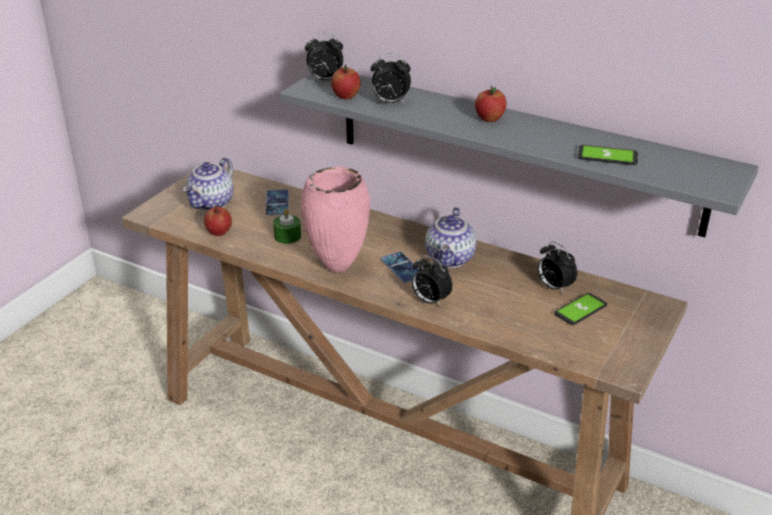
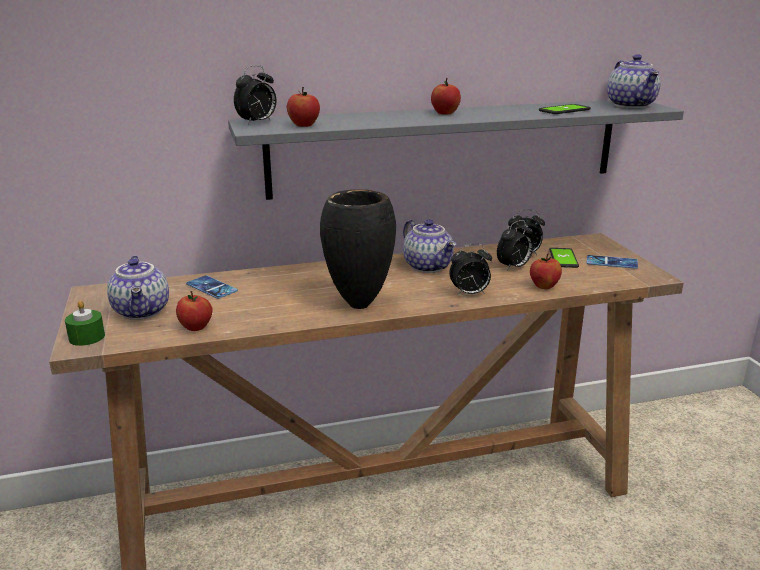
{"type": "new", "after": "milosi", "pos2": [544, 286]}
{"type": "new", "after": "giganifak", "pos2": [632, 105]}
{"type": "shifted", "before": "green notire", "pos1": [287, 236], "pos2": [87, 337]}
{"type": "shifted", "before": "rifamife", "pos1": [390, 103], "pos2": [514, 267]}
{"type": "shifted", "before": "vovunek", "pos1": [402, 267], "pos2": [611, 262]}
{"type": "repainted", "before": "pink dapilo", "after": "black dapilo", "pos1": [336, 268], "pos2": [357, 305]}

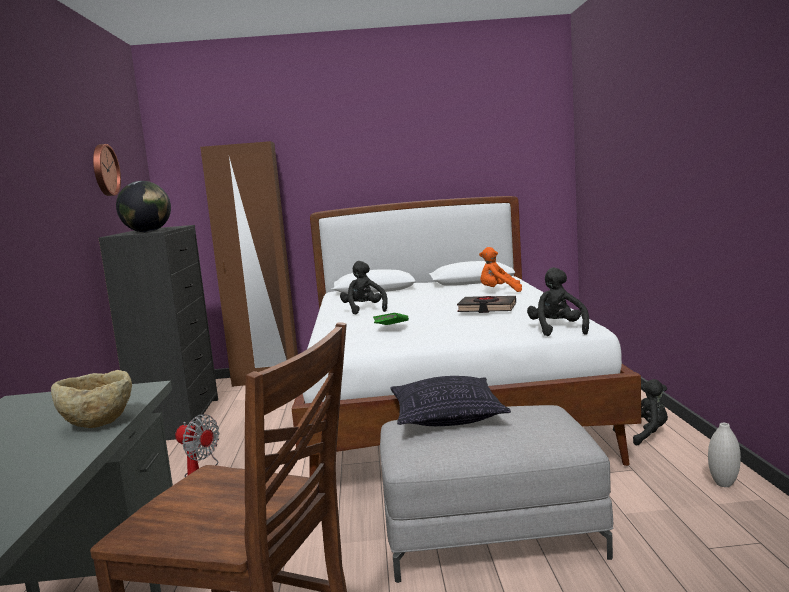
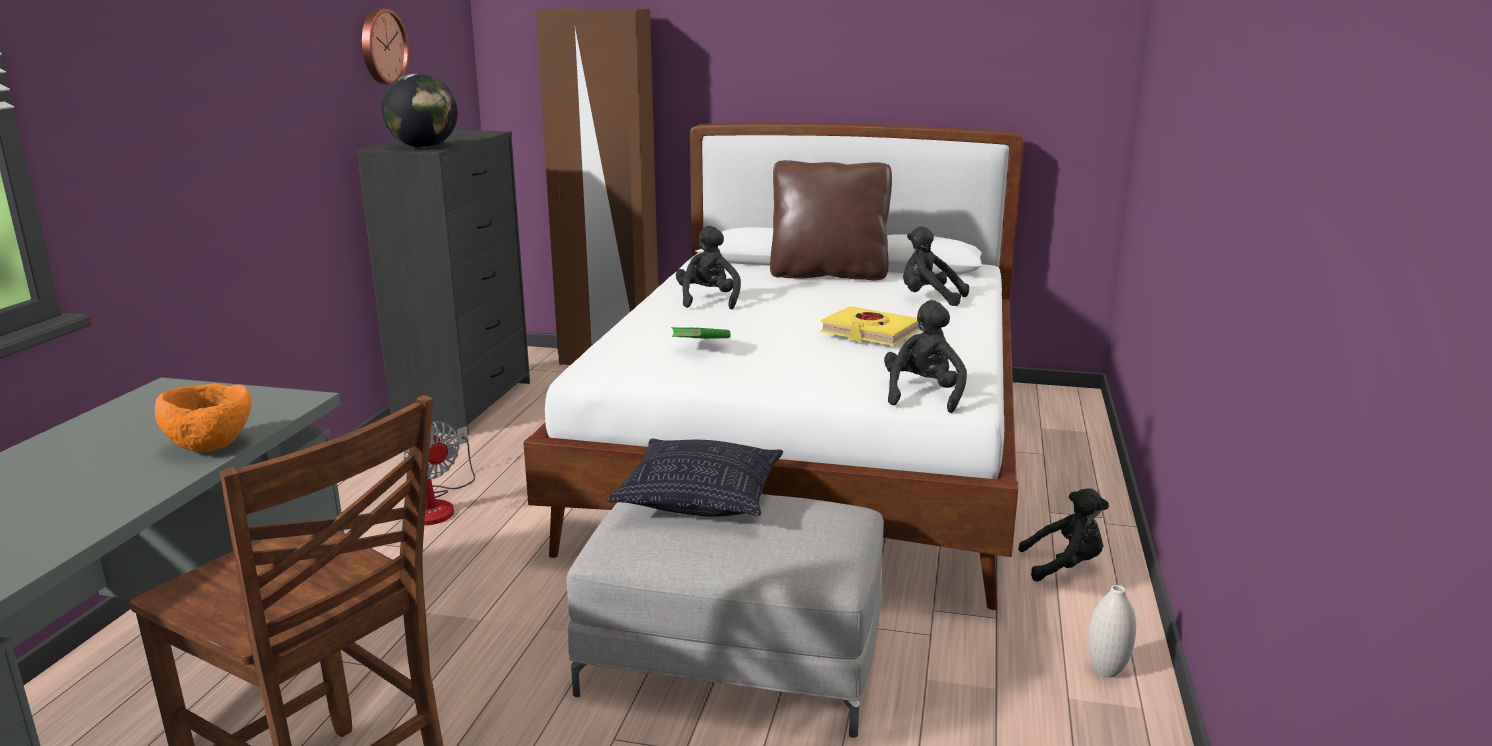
{"type": "new", "after": "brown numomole", "pos2": [828, 274]}
{"type": "repainted", "before": "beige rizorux", "after": "orange rizorux", "pos1": [98, 423], "pos2": [212, 446]}
{"type": "repainted", "before": "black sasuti", "after": "yellow sasuti", "pos1": [487, 308], "pos2": [870, 332]}
{"type": "repainted", "before": "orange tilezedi", "after": "black tilezedi", "pos1": [499, 292], "pos2": [929, 299]}

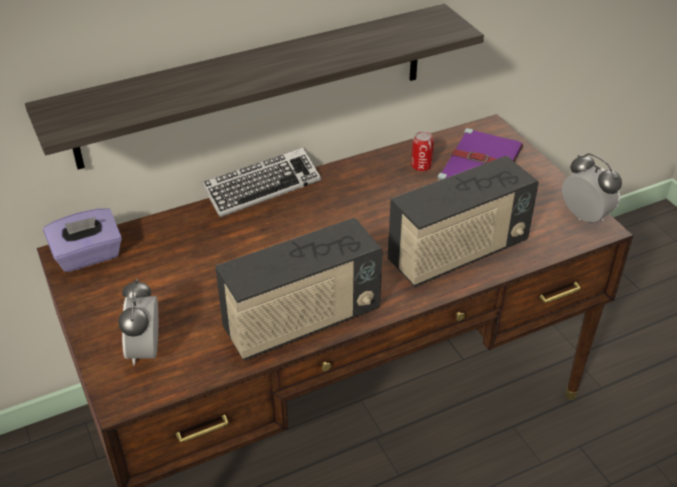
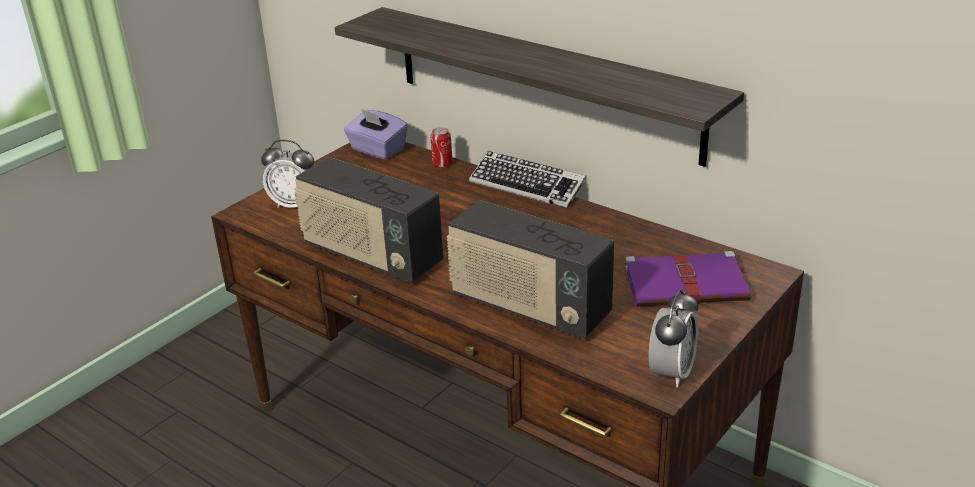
{"type": "shifted", "before": "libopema", "pos1": [421, 166], "pos2": [442, 164]}
{"type": "rotated", "before": "rifamife", "pos1": [146, 350], "pos2": [295, 204], "turn": -135}

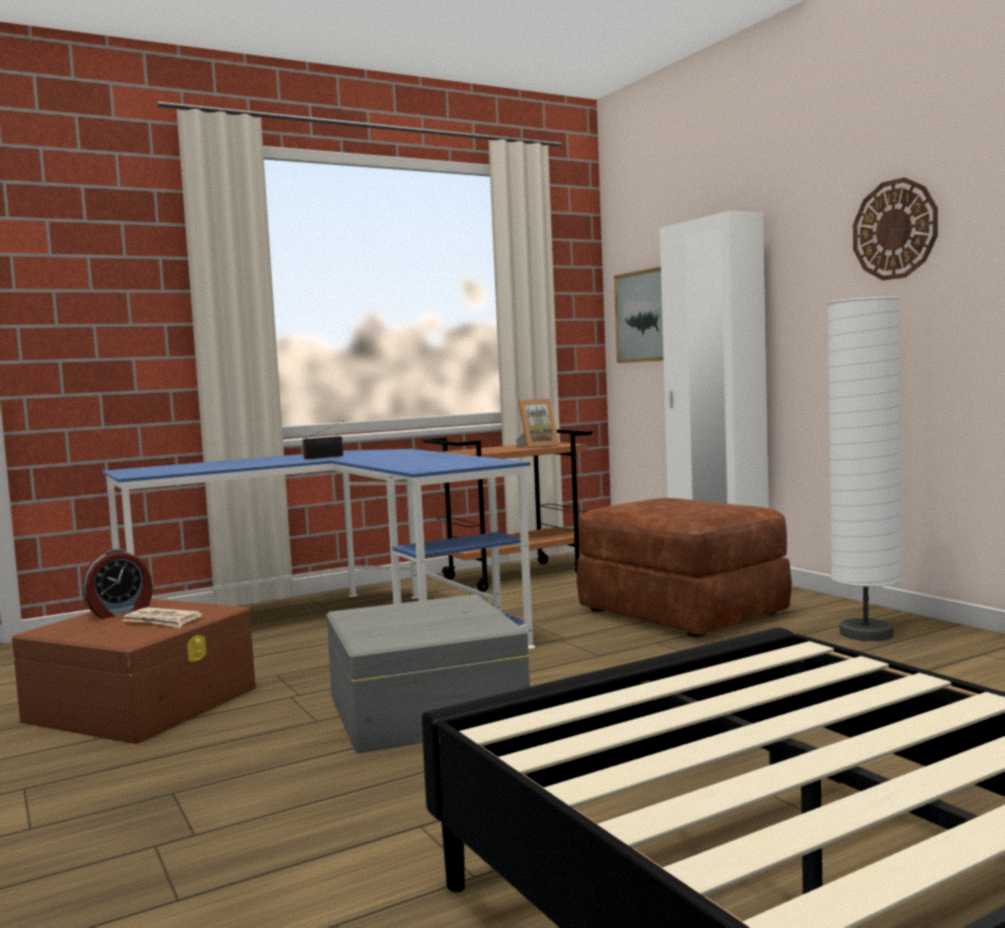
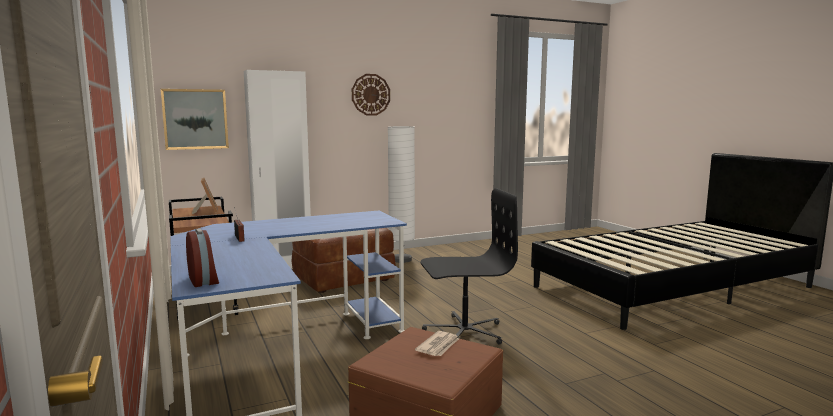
{"type": "shifted", "before": "rifamife", "pos1": [120, 612], "pos2": [204, 280]}
{"type": "swapped", "before": "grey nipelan", "after": "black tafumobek", "pos1": [424, 709], "pos2": [464, 332]}

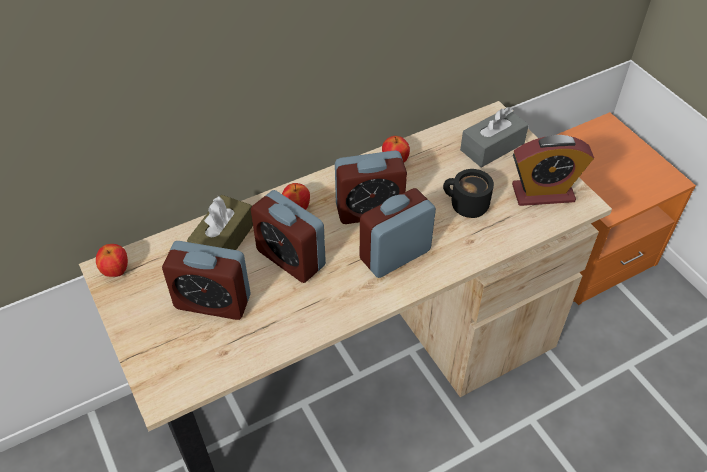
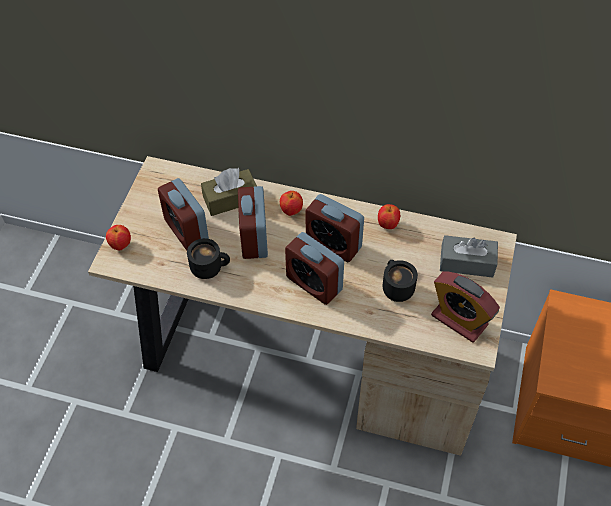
{"type": "new", "after": "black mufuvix", "pos2": [209, 267]}
{"type": "shifted", "before": "milosi", "pos1": [116, 271], "pos2": [121, 245]}
{"type": "rotated", "before": "rifamife", "pos1": [395, 255], "pos2": [314, 284], "turn": -150}

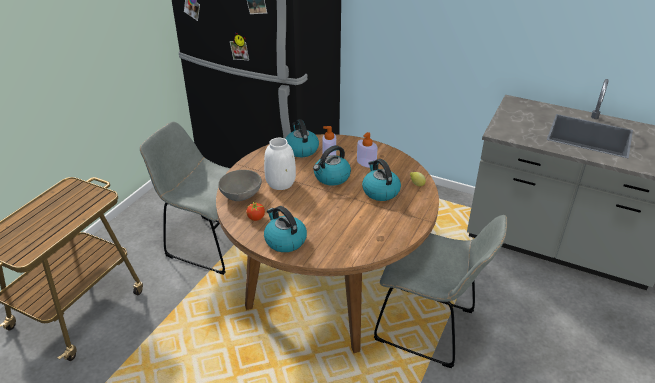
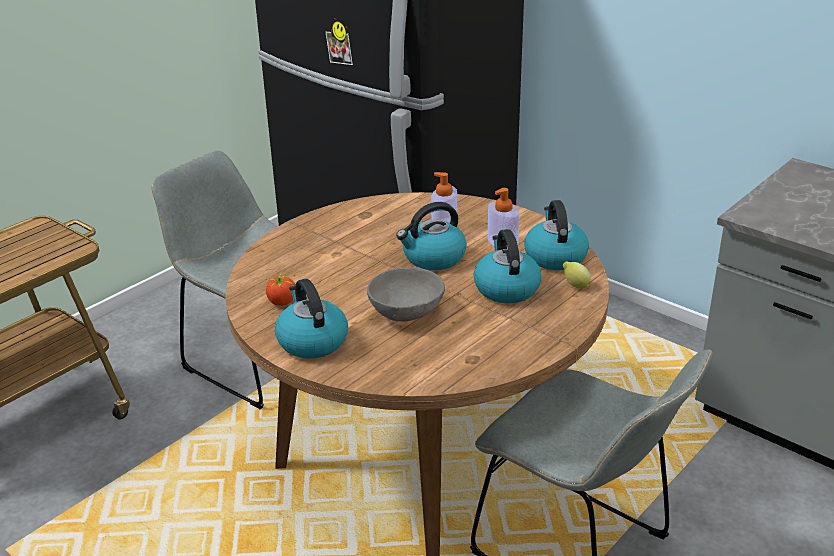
{"type": "gone", "before": "white dapilo", "pos1": [280, 183]}
{"type": "shifted", "before": "grey rizorux", "pos1": [241, 195], "pos2": [407, 313]}
{"type": "shifted", "before": "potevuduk", "pos1": [301, 149], "pos2": [554, 257]}

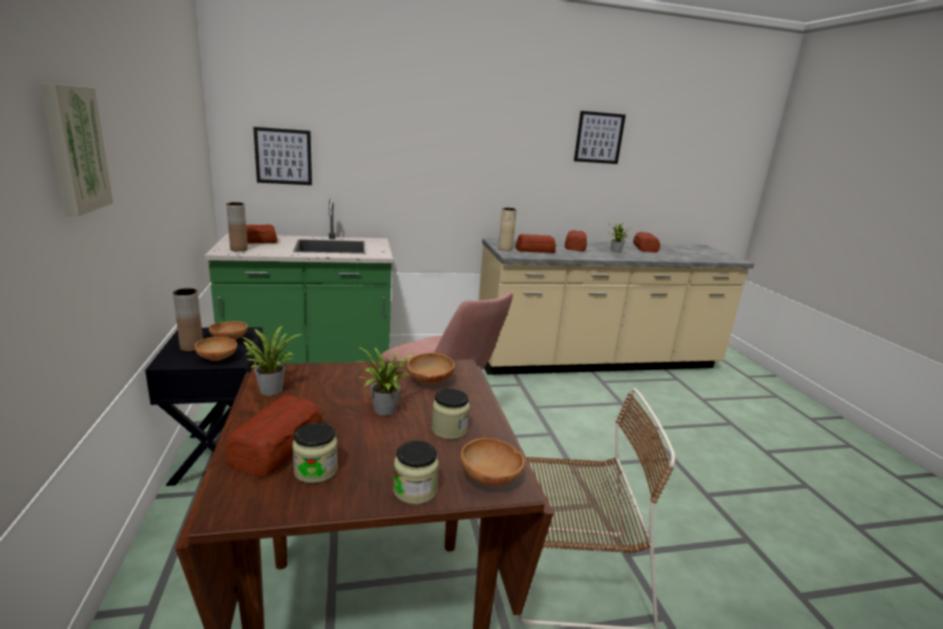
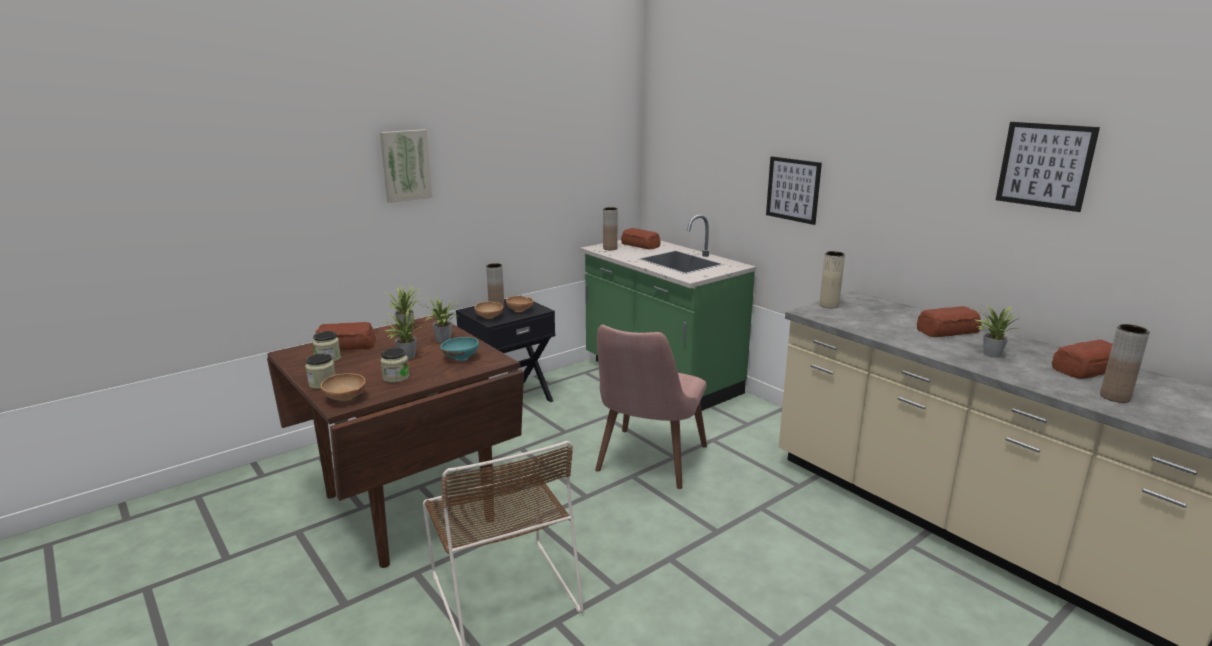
{"type": "gone", "before": "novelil", "pos1": [534, 250]}
{"type": "new", "after": "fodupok", "pos2": [442, 340]}
{"type": "new", "after": "brown dapilo", "pos2": [1115, 397]}
{"type": "shifted", "before": "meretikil", "pos1": [283, 156], "pos2": [793, 189]}
{"type": "repainted", "before": "brown rizorux", "after": "turquoise rizorux", "pos1": [429, 382], "pos2": [460, 358]}

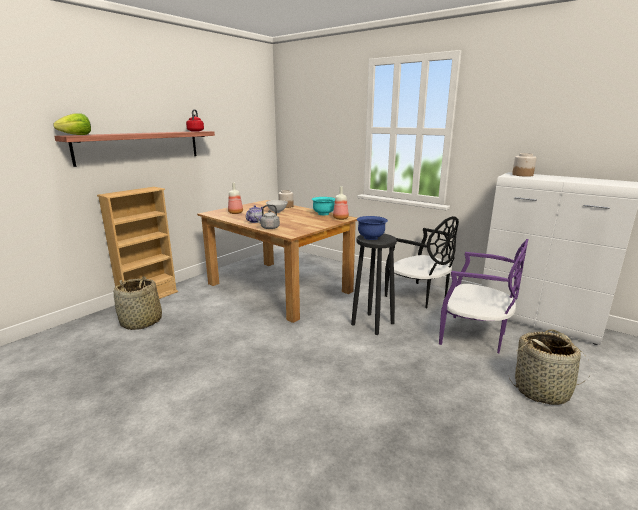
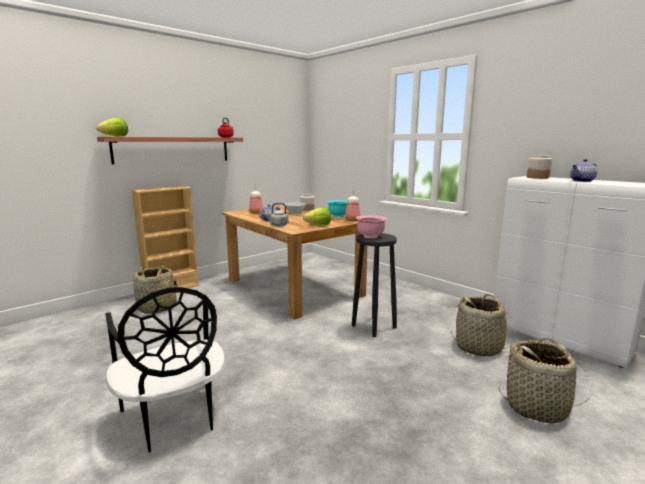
{"type": "new", "after": "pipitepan", "pos2": [318, 225]}
{"type": "new", "after": "giganifak", "pos2": [582, 181]}
{"type": "shifted", "before": "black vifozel", "pos1": [419, 296], "pos2": [174, 418]}
{"type": "swapped", "before": "purple vifozel", "after": "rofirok", "pos1": [474, 336], "pos2": [479, 347]}
{"type": "repainted", "before": "blue rizorux", "after": "pink rizorux", "pos1": [371, 238], "pos2": [370, 236]}

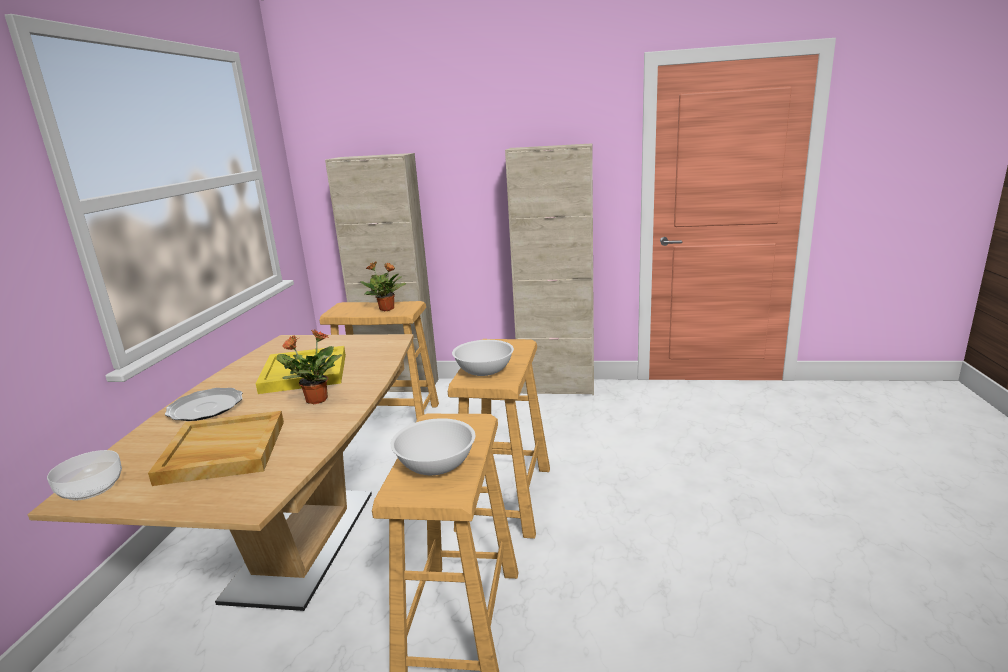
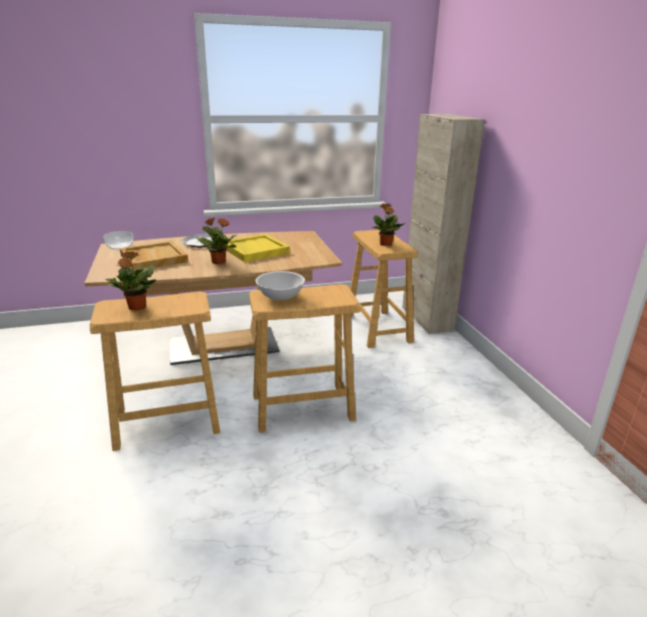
{"type": "gone", "before": "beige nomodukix", "pos1": [556, 387]}
{"type": "swapped", "before": "white rizorux", "after": "fodupok", "pos1": [435, 465], "pos2": [137, 307]}

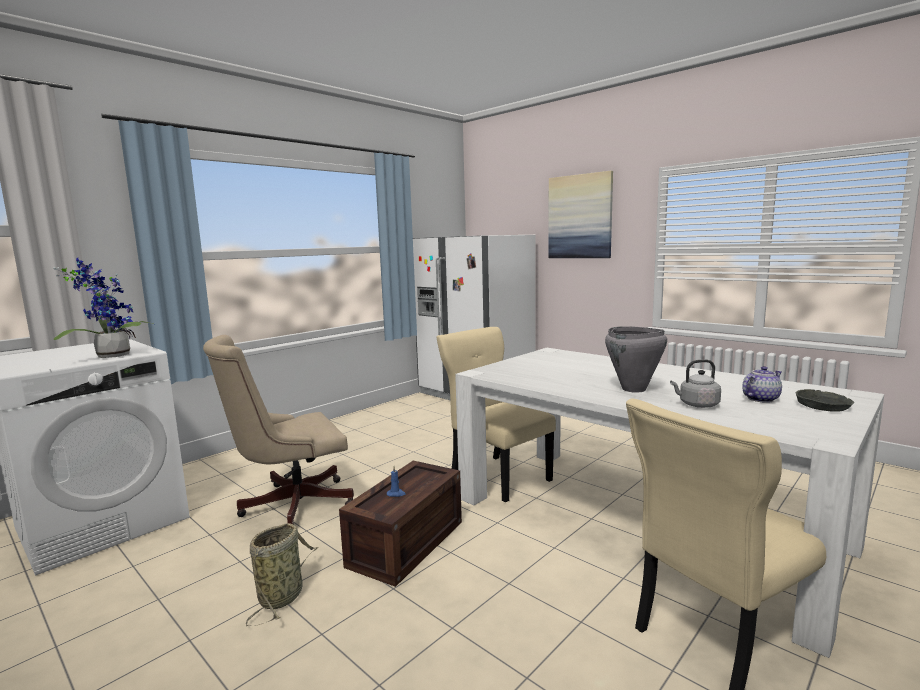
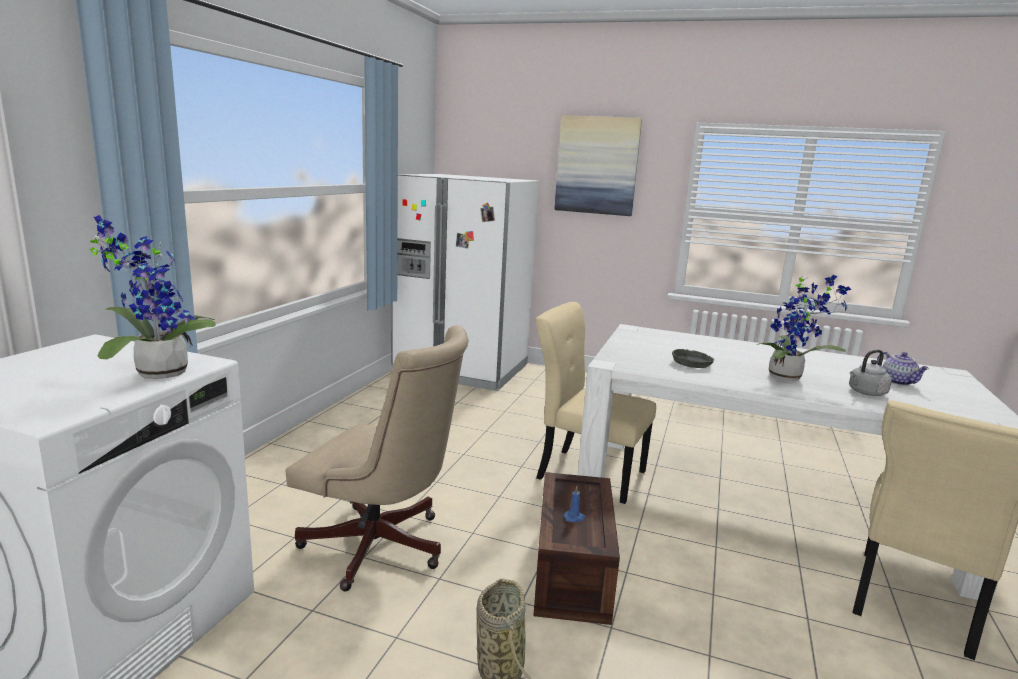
{"type": "shifted", "before": "grey rizorux", "pos1": [824, 406], "pos2": [692, 363]}
{"type": "swapped", "before": "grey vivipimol", "after": "fodupok", "pos1": [634, 389], "pos2": [789, 377]}
{"type": "rotated", "before": "beige tafumobek", "pos1": [290, 505], "pos2": [382, 549], "turn": -105}
{"type": "rotated", "before": "giganifak", "pos1": [760, 399], "pos2": [898, 382], "turn": 120}

